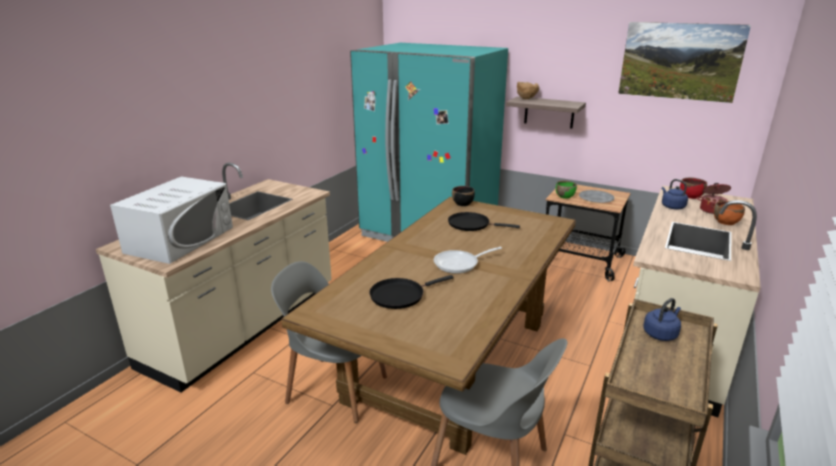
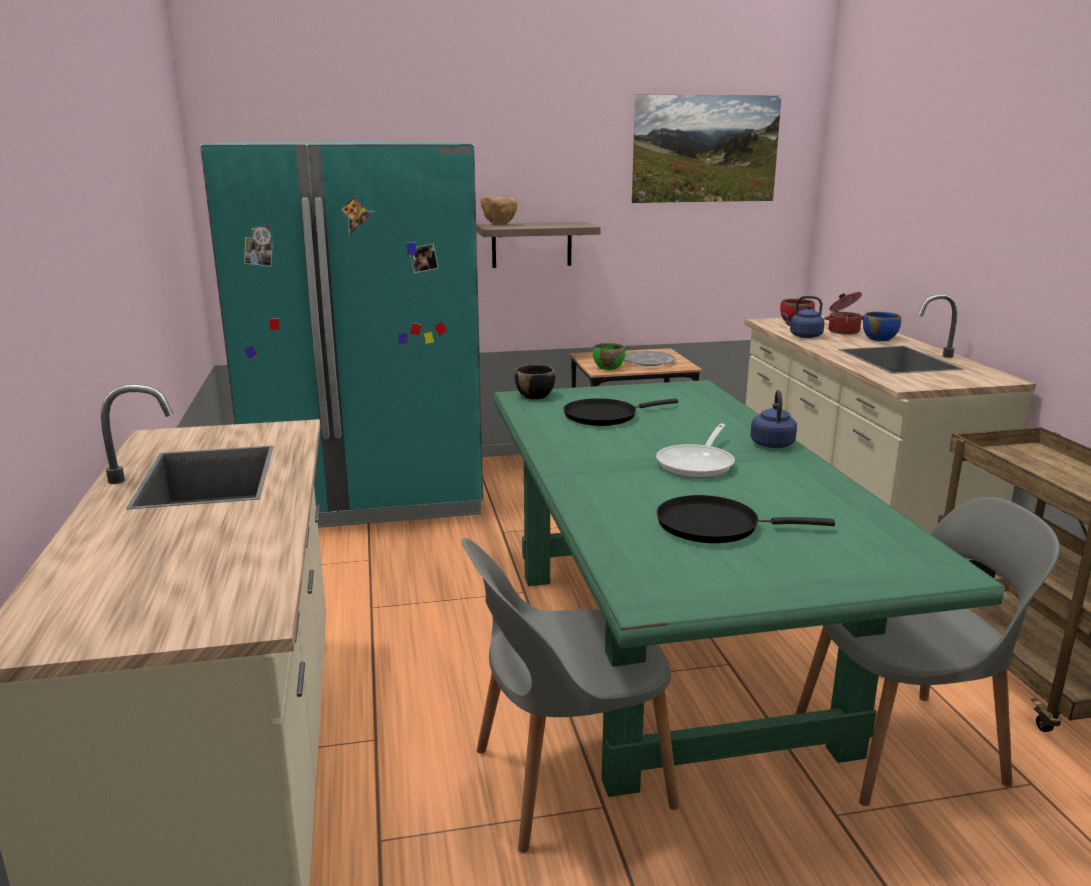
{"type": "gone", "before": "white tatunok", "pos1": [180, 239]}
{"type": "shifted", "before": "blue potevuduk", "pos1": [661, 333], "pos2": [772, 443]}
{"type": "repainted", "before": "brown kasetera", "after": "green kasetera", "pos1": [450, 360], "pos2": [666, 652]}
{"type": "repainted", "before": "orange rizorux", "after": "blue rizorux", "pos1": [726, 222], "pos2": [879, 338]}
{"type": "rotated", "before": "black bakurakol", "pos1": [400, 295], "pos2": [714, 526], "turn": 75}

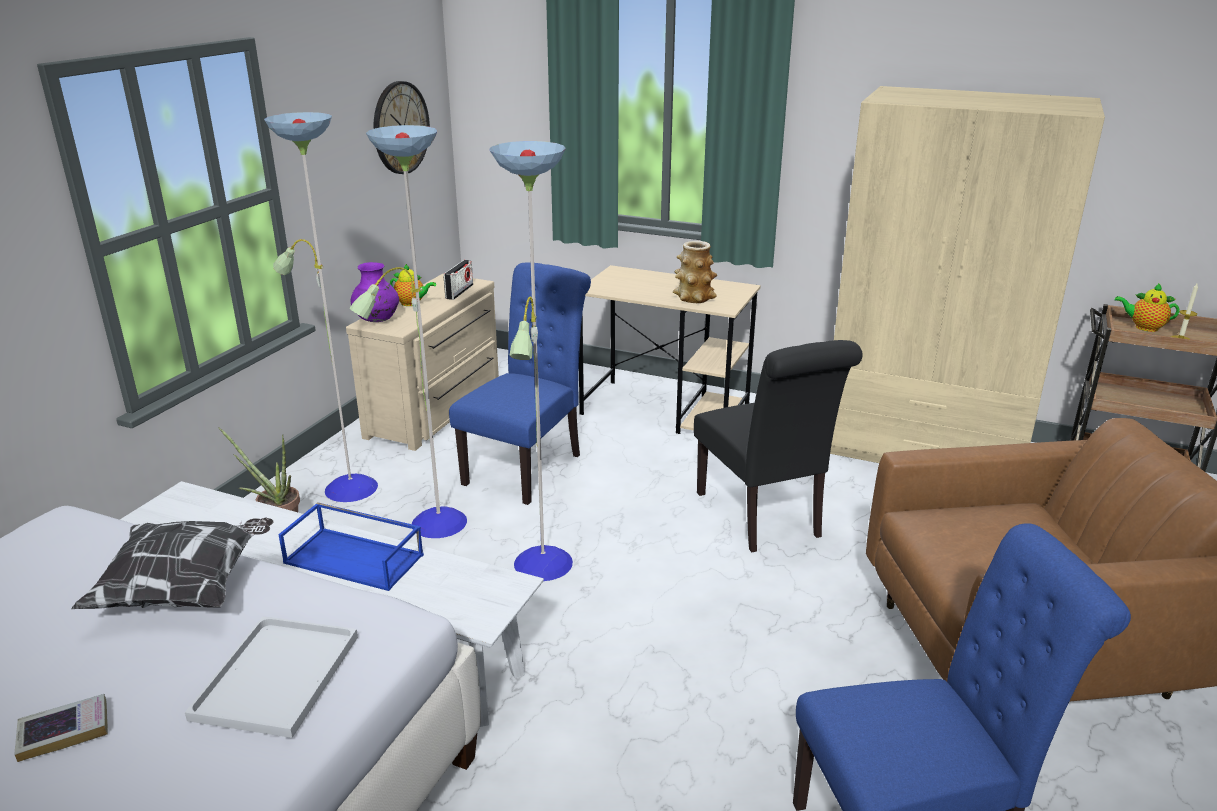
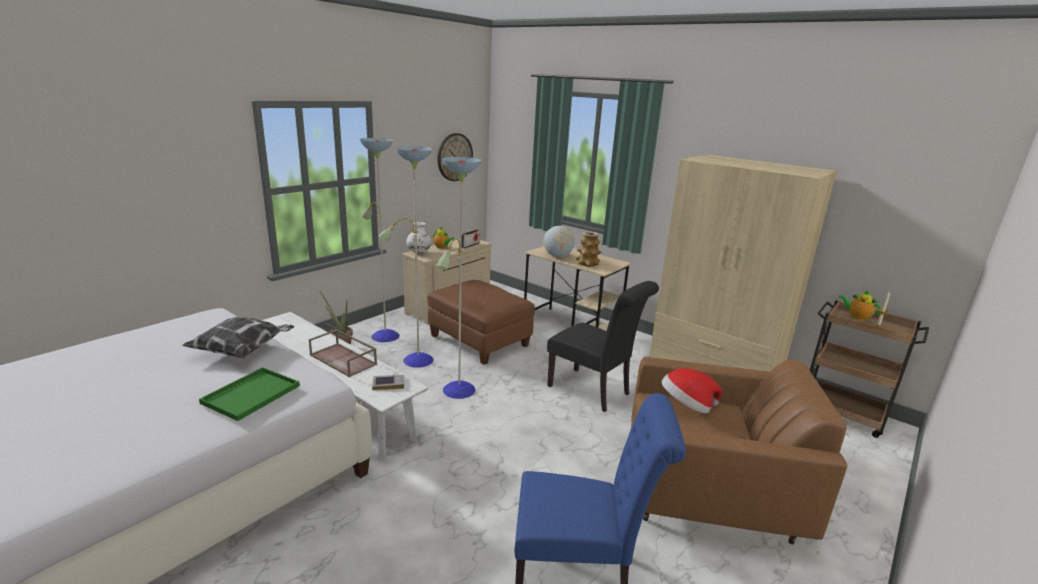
{"type": "new", "after": "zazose", "pos2": [557, 256]}
{"type": "new", "after": "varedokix", "pos2": [686, 406]}
{"type": "shifted", "before": "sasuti", "pos1": [64, 731], "pos2": [388, 384]}
{"type": "swapped", "before": "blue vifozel", "after": "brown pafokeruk", "pos1": [528, 466], "pos2": [480, 342]}
{"type": "repainted", "before": "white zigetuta", "after": "green zigetuta", "pos1": [277, 674], "pos2": [252, 393]}
{"type": "repainted", "before": "blue zigetuta", "after": "brown zigetuta", "pos1": [356, 558], "pos2": [344, 359]}
{"type": "repainted", "before": "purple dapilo", "after": "white dapilo", "pos1": [377, 320], "pos2": [419, 252]}
{"type": "rotated", "before": "black vifozel", "pos1": [763, 518], "pos2": [593, 391], "turn": -45}

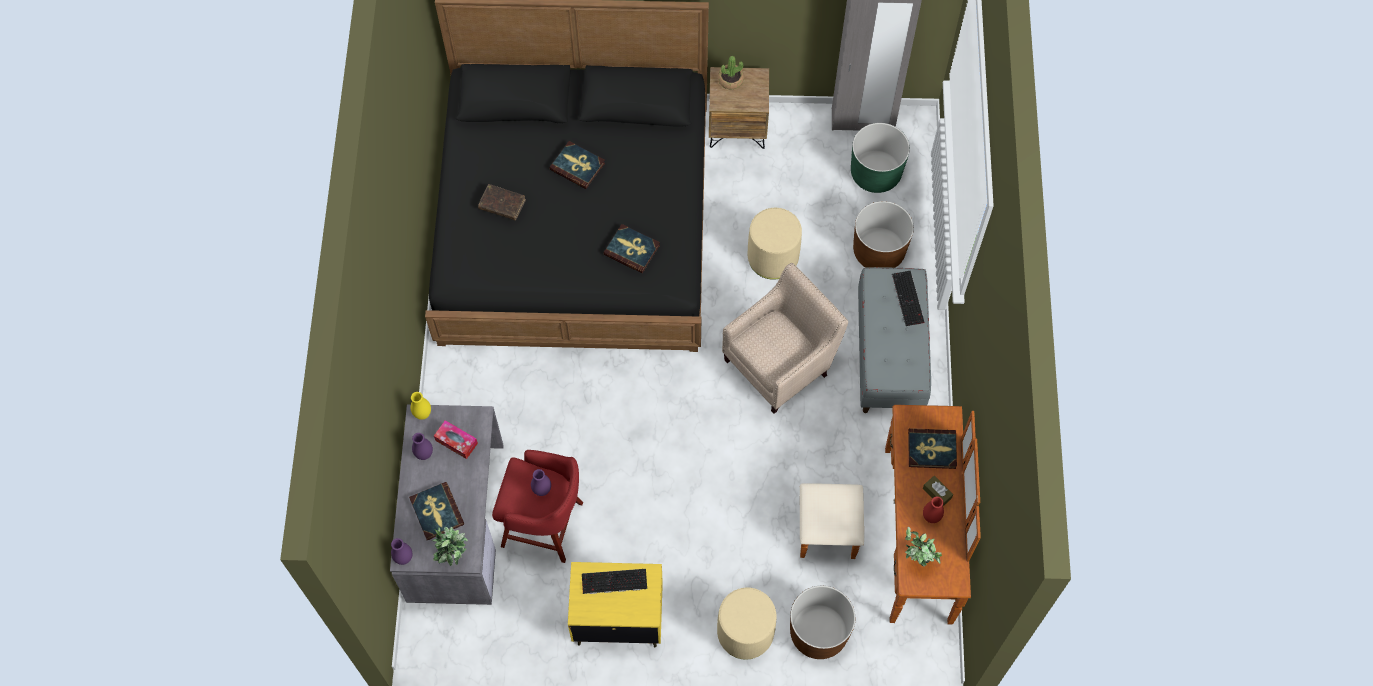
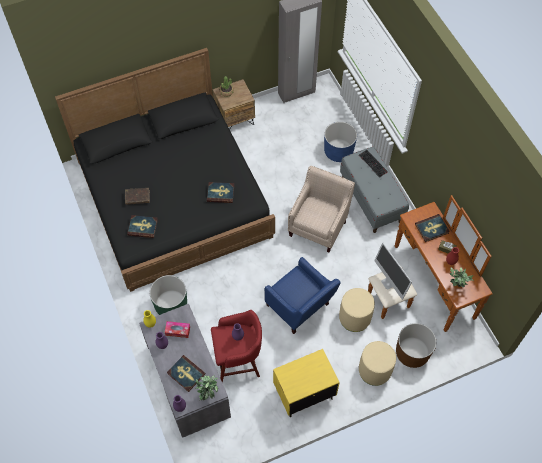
{"type": "gone", "before": "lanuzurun", "pos1": [613, 582]}
{"type": "new", "after": "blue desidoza", "pos2": [300, 308]}
{"type": "new", "after": "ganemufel", "pos2": [389, 282]}
{"type": "shifted", "before": "sasuti", "pos1": [577, 166], "pos2": [142, 227]}
{"type": "shifted", "before": "beige pafokeruk", "pos1": [773, 257], "pos2": [354, 317]}
{"type": "shifted", "before": "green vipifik", "pos1": [875, 173], "pos2": [171, 305]}
{"type": "repainted", "before": "brown vipifik", "after": "blue vipifik", "pos1": [878, 251], "pos2": [338, 151]}

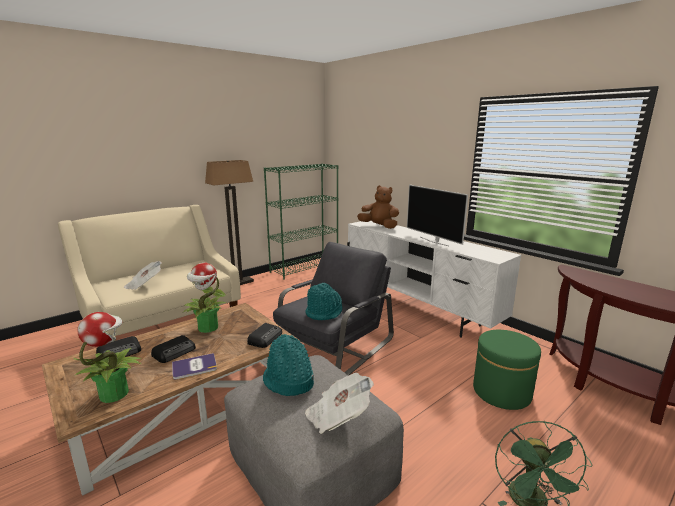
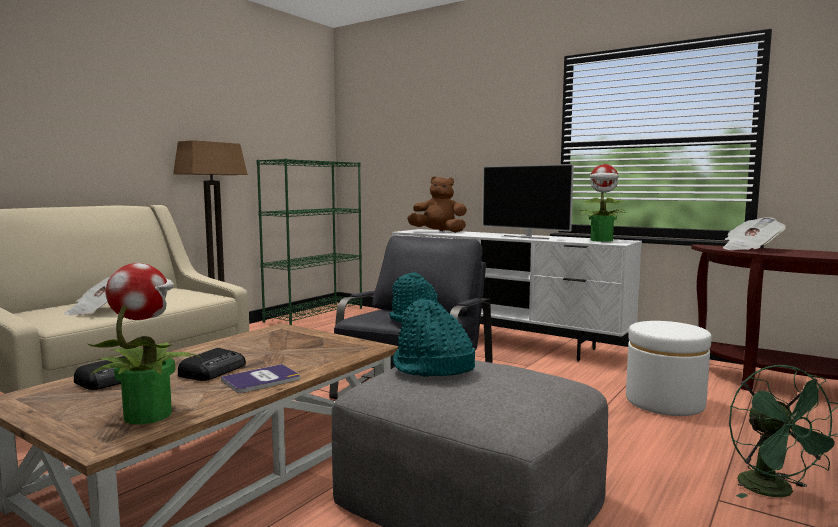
{"type": "gone", "before": "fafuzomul", "pos1": [265, 338]}
{"type": "shifted", "before": "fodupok", "pos1": [207, 328], "pos2": [601, 240]}
{"type": "shifted", "before": "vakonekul", "pos1": [338, 416], "pos2": [750, 249]}
{"type": "repainted", "before": "green pafokeruk", "after": "white pafokeruk", "pos1": [501, 392], "pos2": [664, 402]}

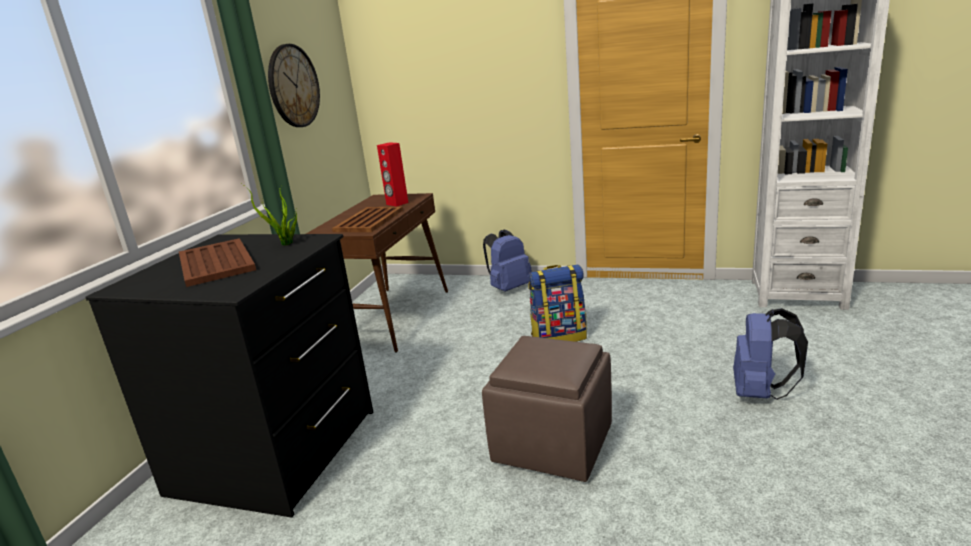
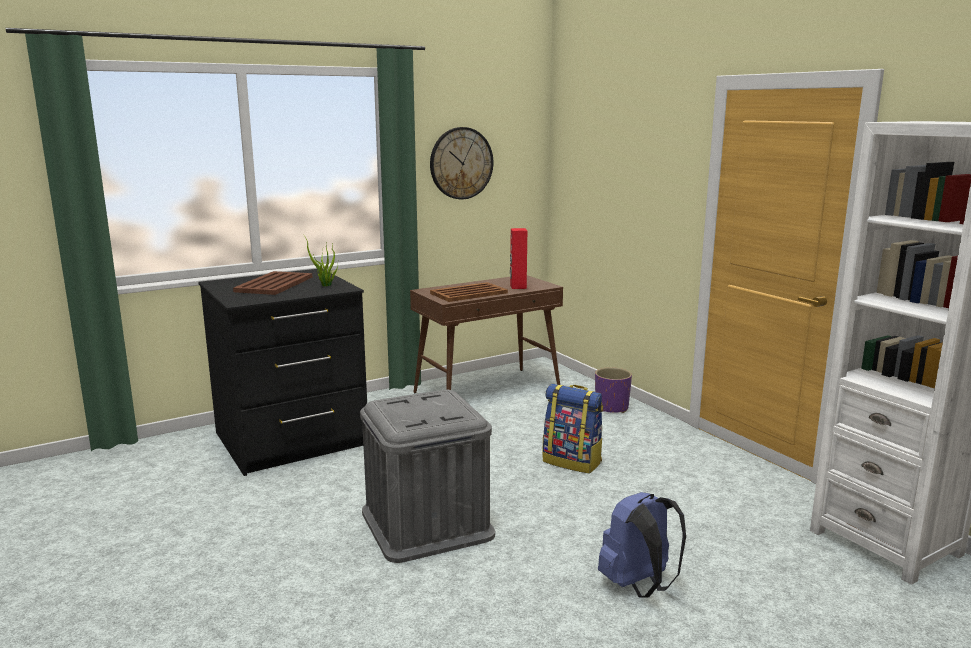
{"type": "swapped", "before": "brown pafokeruk", "after": "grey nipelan", "pos1": [554, 443], "pos2": [426, 523]}
{"type": "swapped", "before": "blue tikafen", "after": "purple vipifik", "pos1": [508, 288], "pos2": [612, 408]}

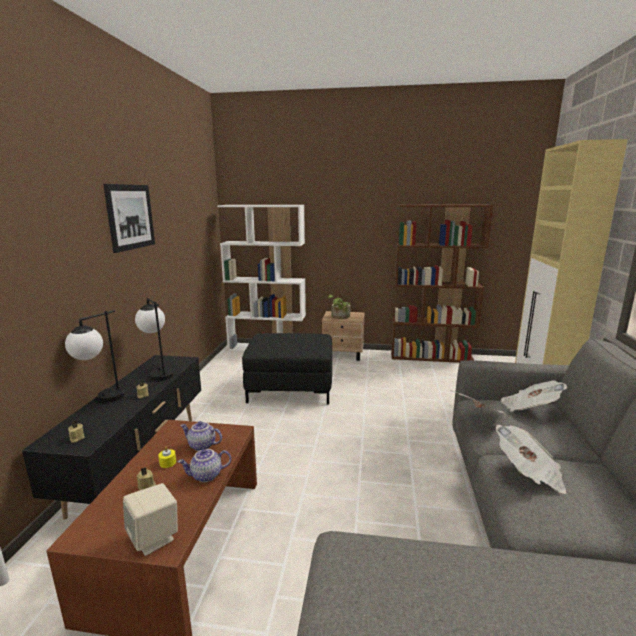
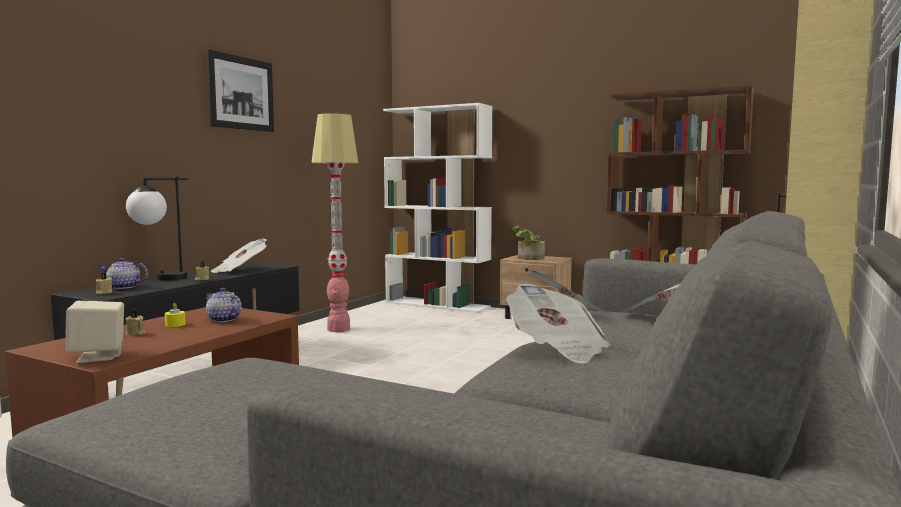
{"type": "gone", "before": "black pafokeruk", "pos1": [291, 388]}
{"type": "new", "after": "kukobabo", "pos2": [338, 329]}
{"type": "shifted", "before": "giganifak", "pos1": [206, 476], "pos2": [123, 287]}
{"type": "swapped", "before": "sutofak", "after": "vakonekul", "pos1": [158, 373], "pos2": [240, 270]}

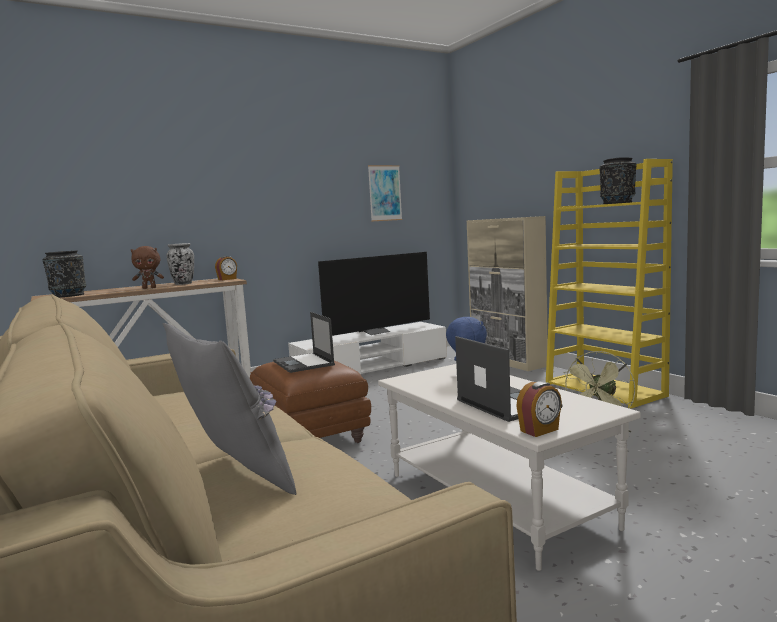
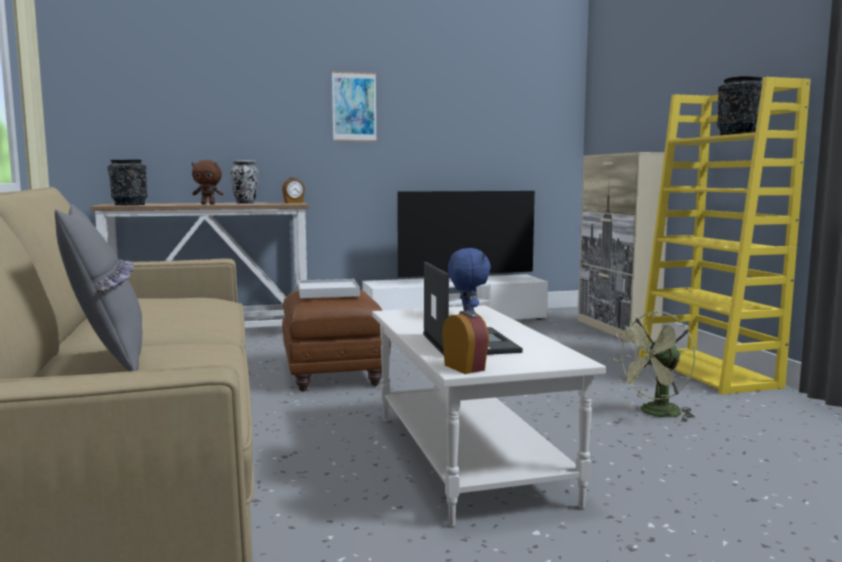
{"type": "shifted", "before": "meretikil", "pos1": [385, 193], "pos2": [354, 107]}
{"type": "swapped", "before": "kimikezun", "after": "white zigetuta", "pos1": [304, 363], "pos2": [328, 292]}
{"type": "rotated", "before": "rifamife", "pos1": [540, 430], "pos2": [465, 367], "turn": -105}

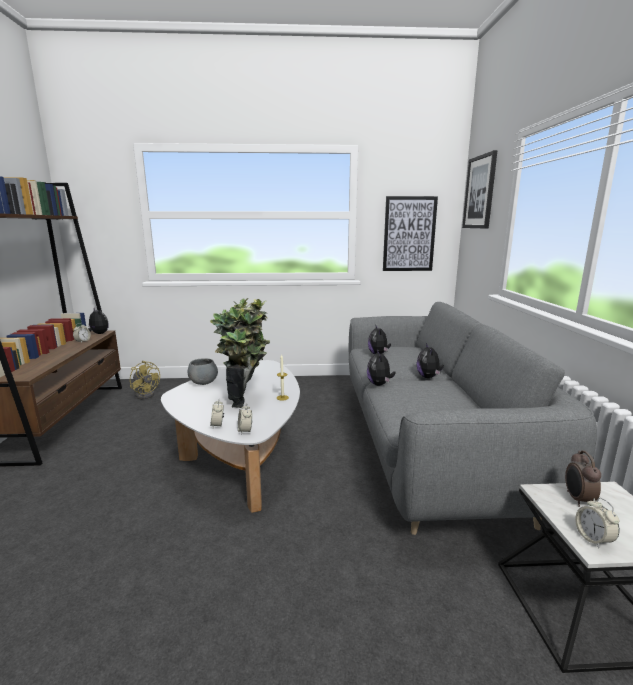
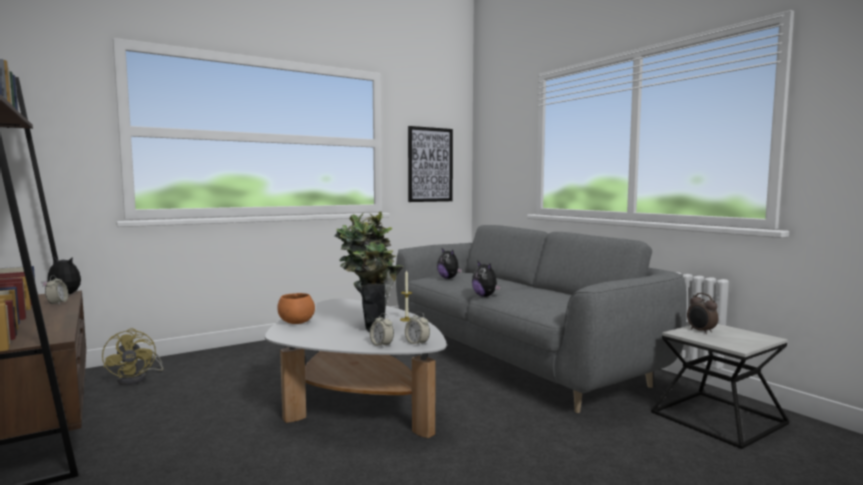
{"type": "gone", "before": "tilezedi", "pos1": [428, 377]}
{"type": "gone", "before": "meretikil", "pos1": [480, 192]}
{"type": "gone", "before": "rifamife", "pos1": [593, 539]}
{"type": "repainted", "before": "grey rizorux", "after": "orange rizorux", "pos1": [204, 382], "pos2": [296, 322]}
{"type": "rotated", "before": "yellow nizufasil", "pos1": [146, 394], "pos2": [137, 378], "turn": 60}

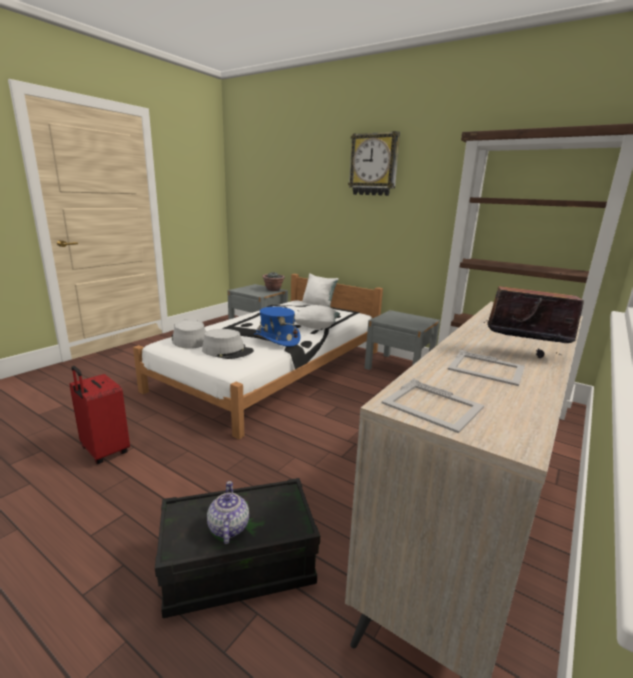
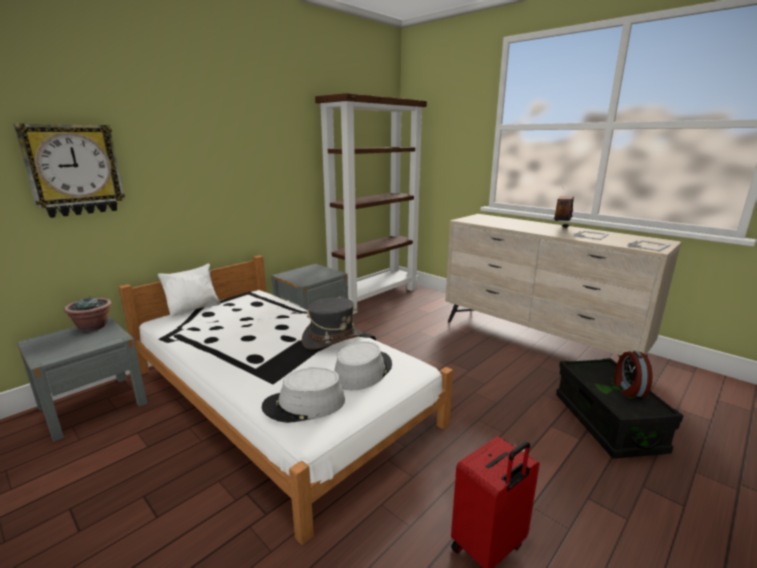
{"type": "gone", "before": "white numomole", "pos1": [316, 327]}
{"type": "shifted", "before": "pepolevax", "pos1": [374, 164], "pos2": [74, 170]}
{"type": "swapped", "before": "giganifak", "after": "rifamife", "pos1": [228, 528], "pos2": [628, 389]}
{"type": "repainted", "before": "blue varedokix", "after": "grey varedokix", "pos1": [276, 339], "pos2": [332, 338]}

